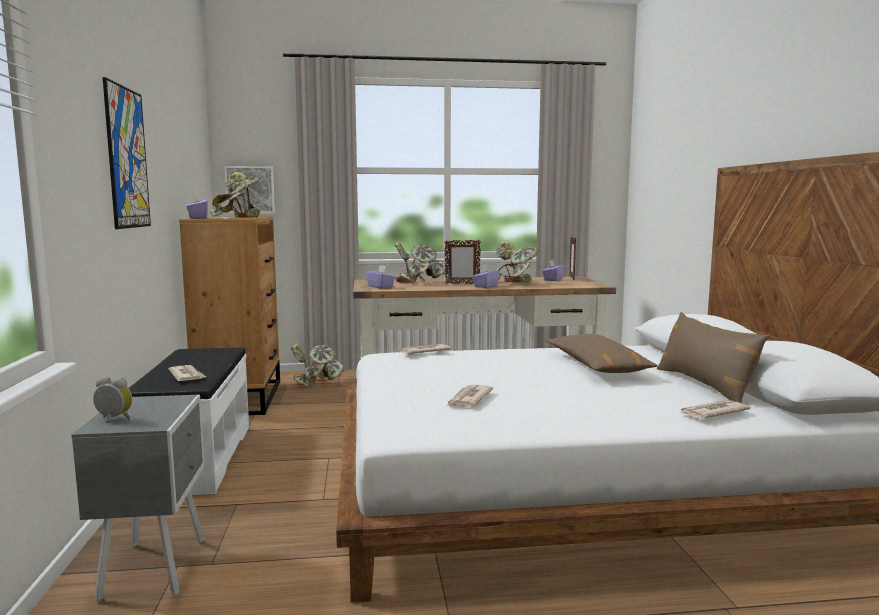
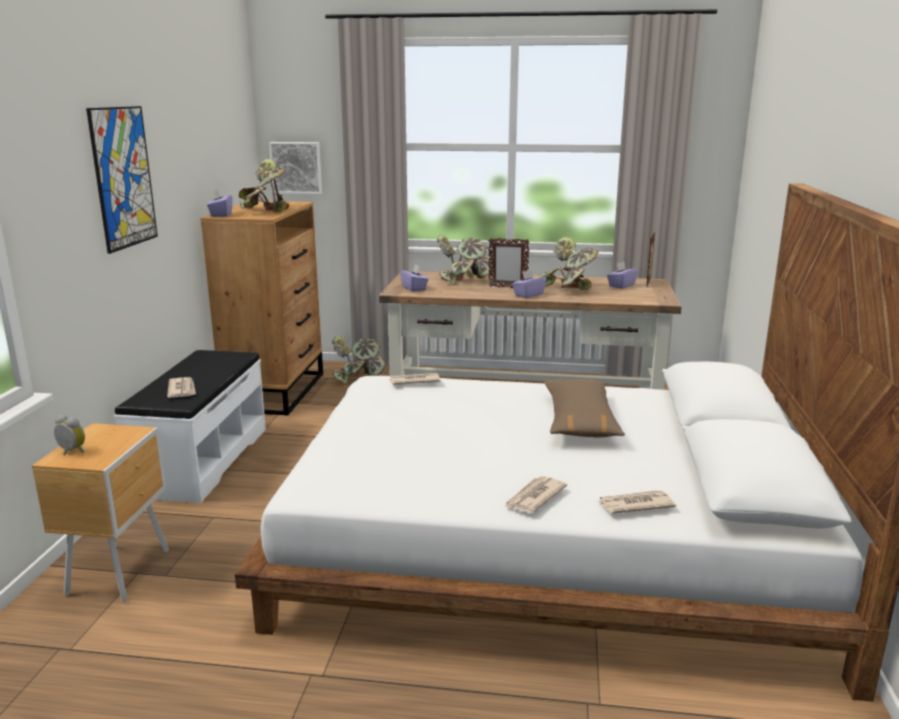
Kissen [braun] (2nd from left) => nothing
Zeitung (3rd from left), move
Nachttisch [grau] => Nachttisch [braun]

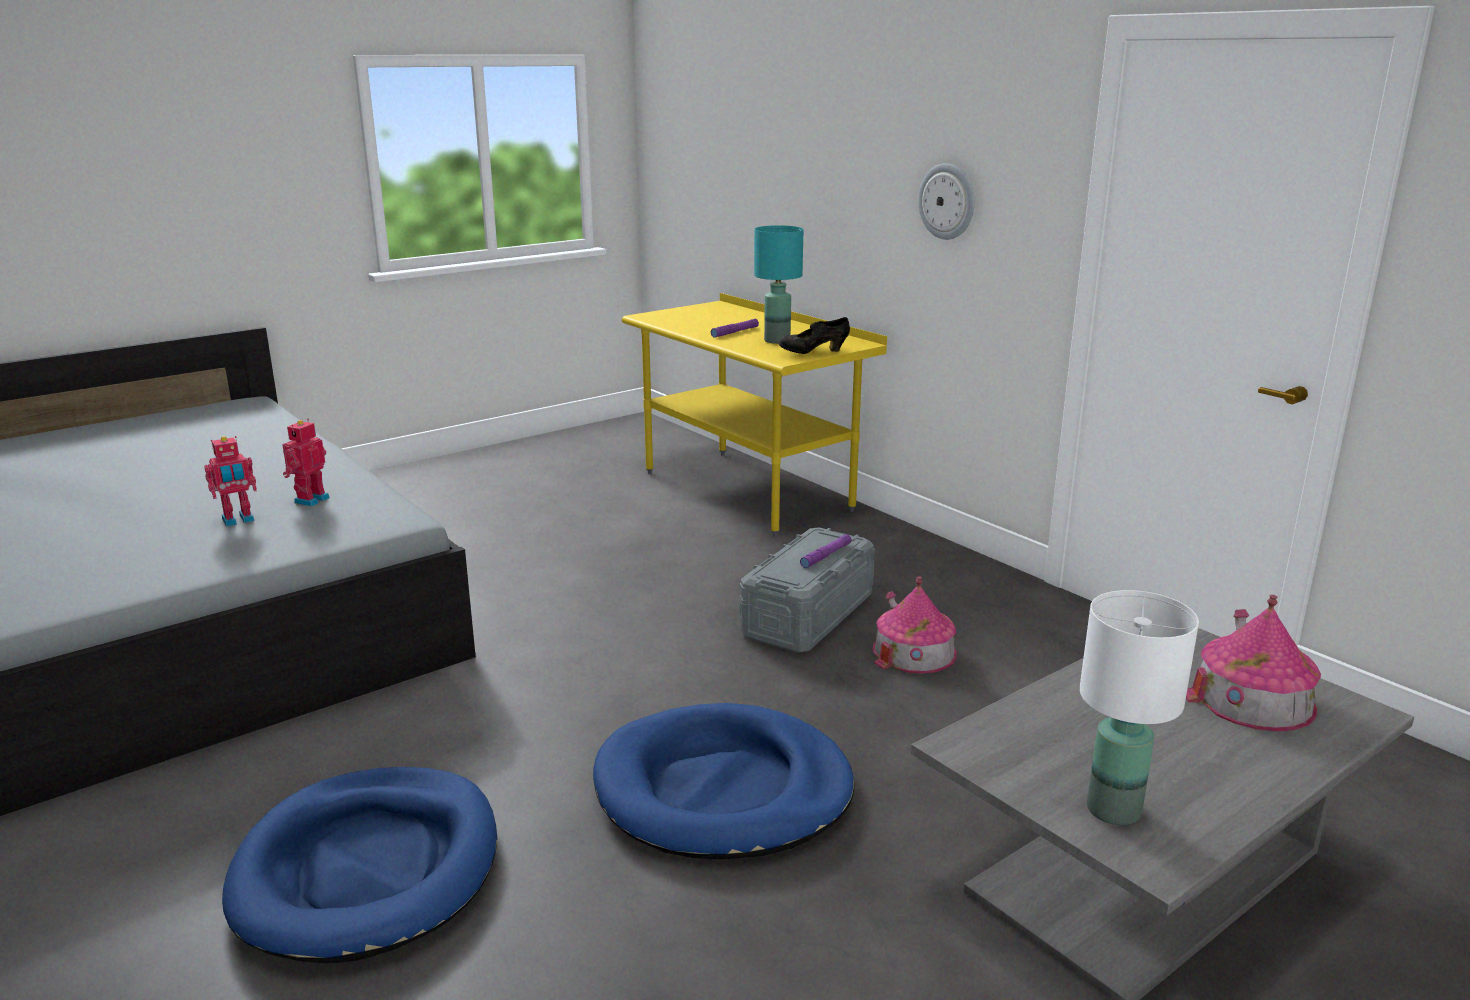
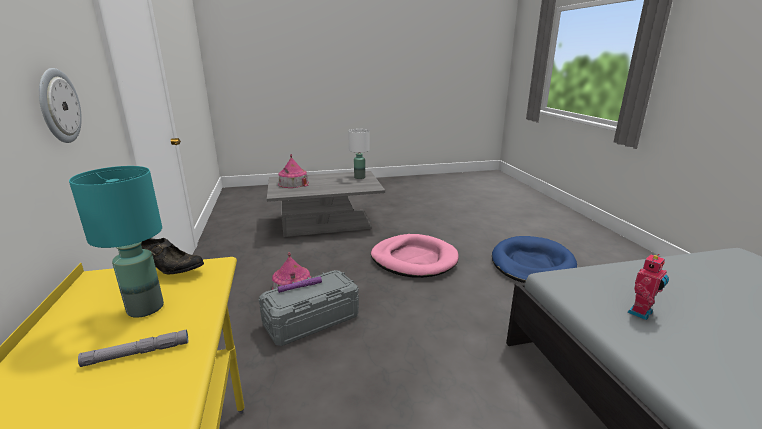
Taschenlampe [lila] (1st from left) => Taschenlampe [grau]
Spielzeugroboter (1st from left) => nothing
Hundebett [blau] (2nd from left) => Hundebett [rosa]

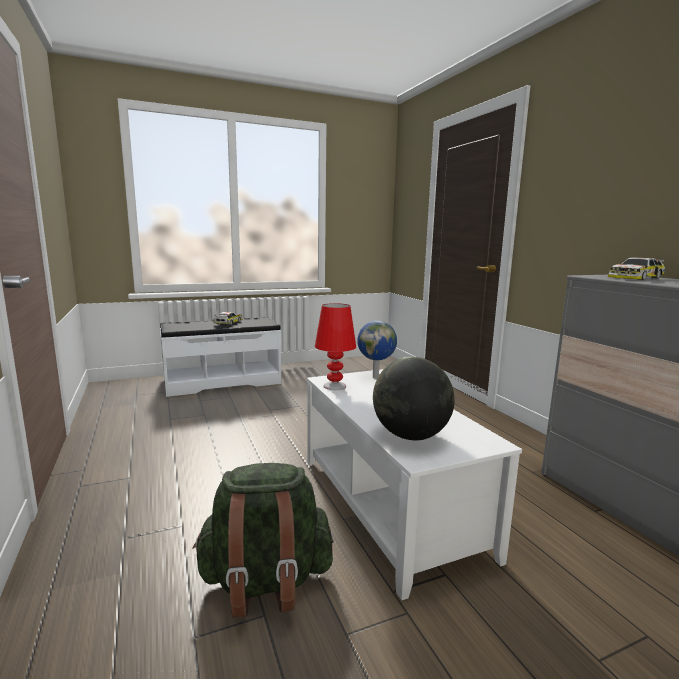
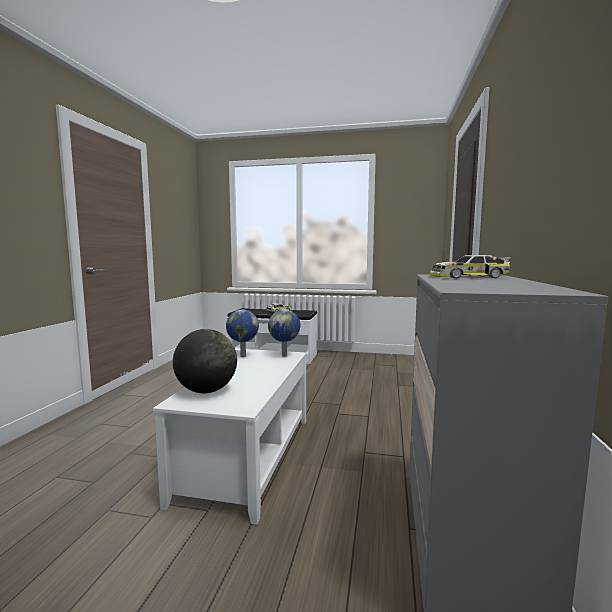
Tischlampe [rot] => Globus (2nd from left)
Rucksack [grün] => nothing

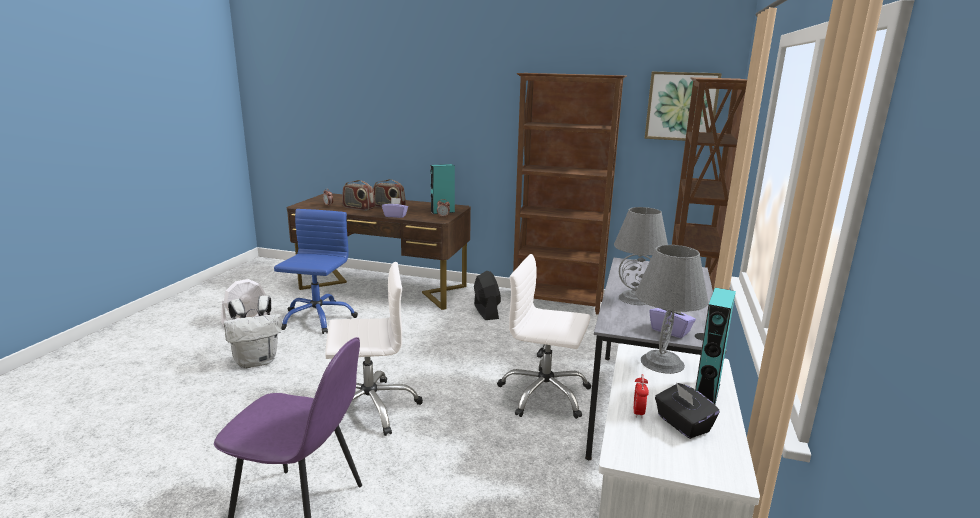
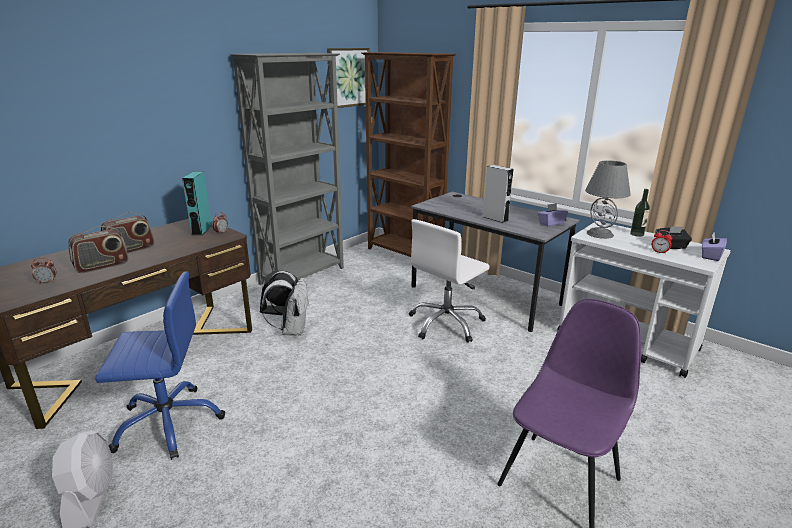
Bücherregal [braun] (1st from left) => Bücherregal [grau]
Taschentuchbox [lila] (1st from left in the first image) => Taschentuchbox [lila] (2nd from left), move
Tischlampe [grau] (1st from left) => Lautsprecher [grau]
Bürostuhl [blau], 135 degrees clockwise
Bürostuhl [weiß] (1st from left) => nothing
Lautsprecher [türkis] (2nd from left) => Flasche
Rucksack [weiß], move

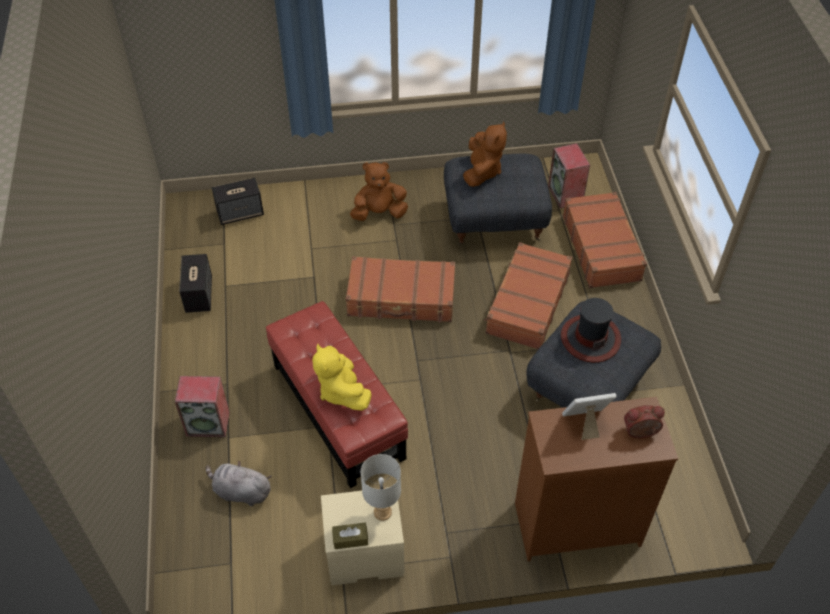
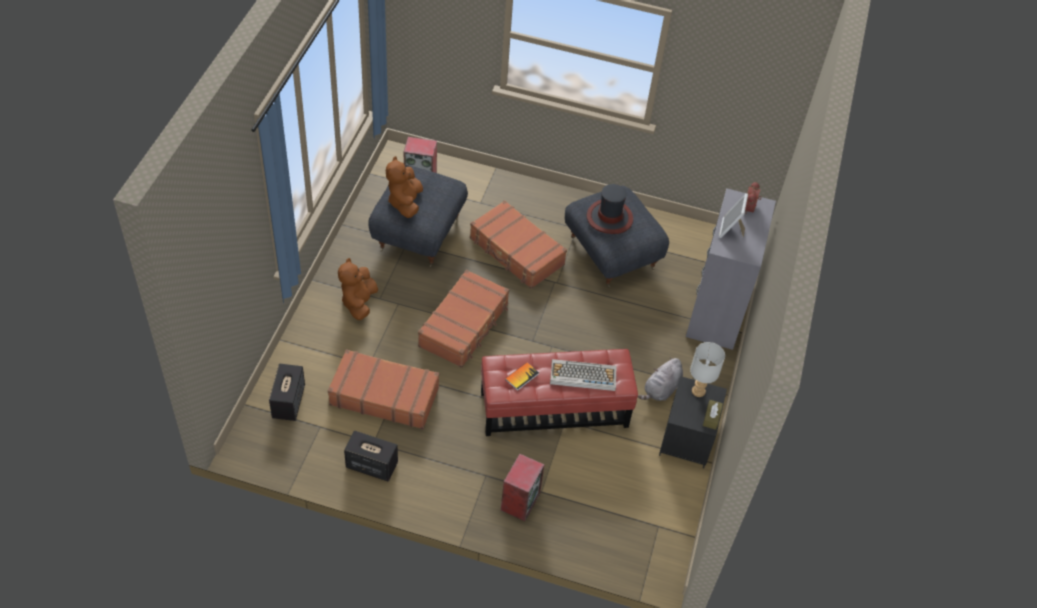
Plüschtier [braun] (2nd from left), 120 degrees counterclockwise
Koffer [braun] (3rd from left in the first image) => Koffer [braun] (1st from left), move
Plüschtier [gelb] => Tastatur
Kommode [braun] => Kommode [grau]
Plüschtier [grau], move
Nachttisch [beige] => Nachttisch [schwarz]
nothing => Buch

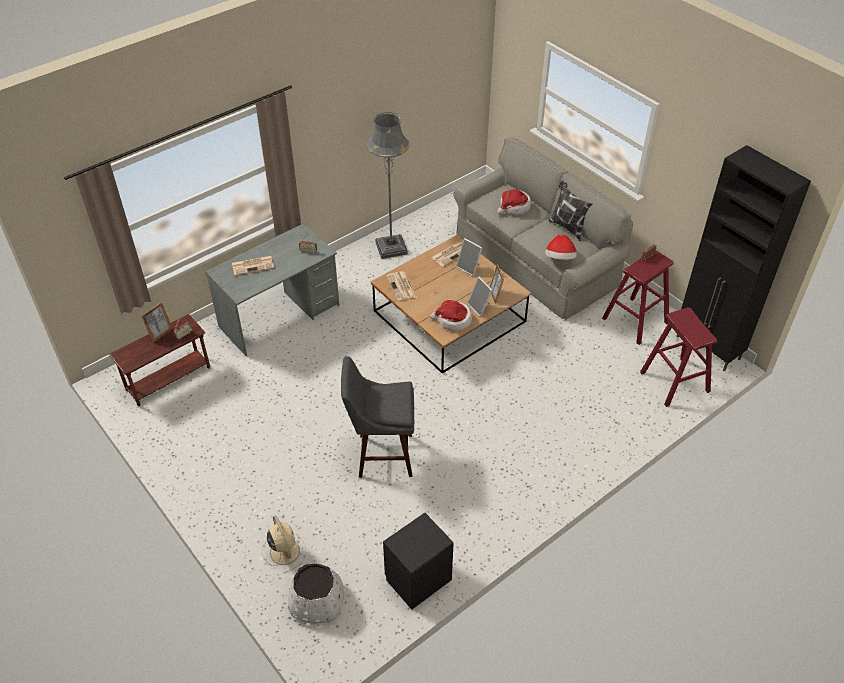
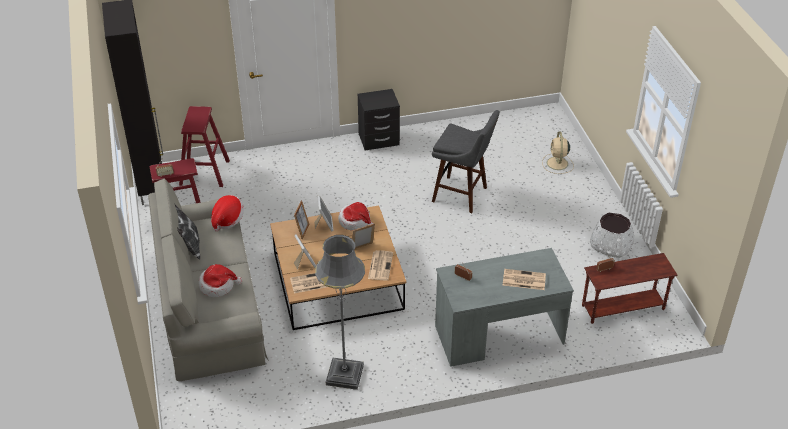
Bilderrahmen (1st from left in the first image) => Bilderrahmen (4th from left), move
Nachttisch [schwarz], move
Pflanzkübel [weiß], move

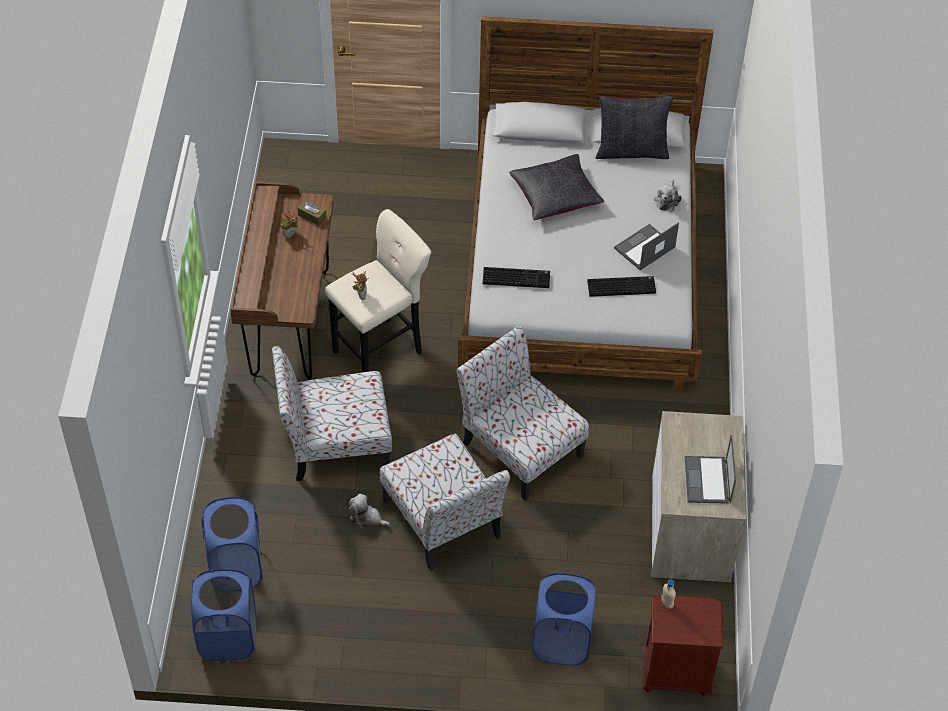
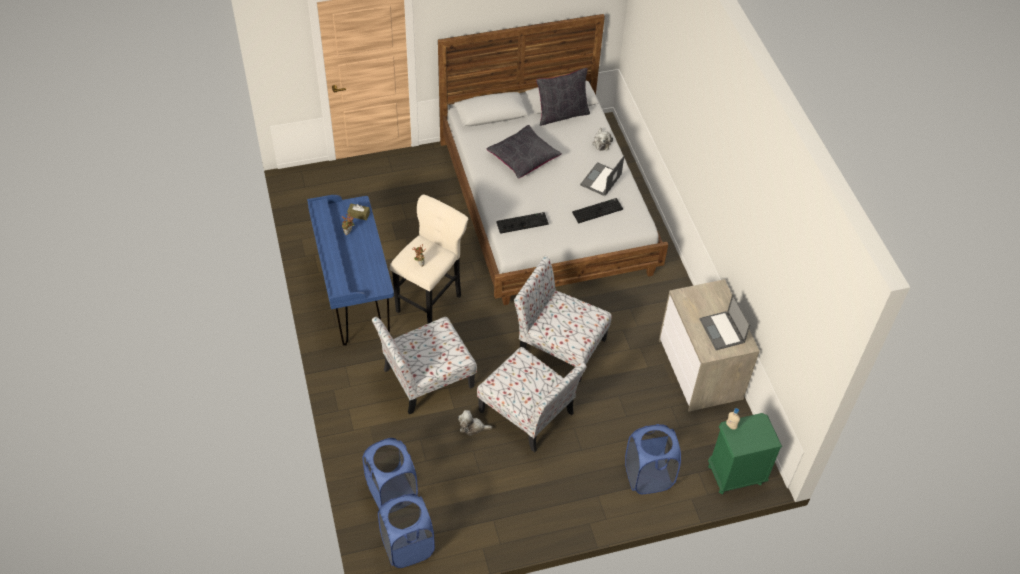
Schreibtisch [braun] => Schreibtisch [blau]
Nachttisch [braun] => Nachttisch [grün]

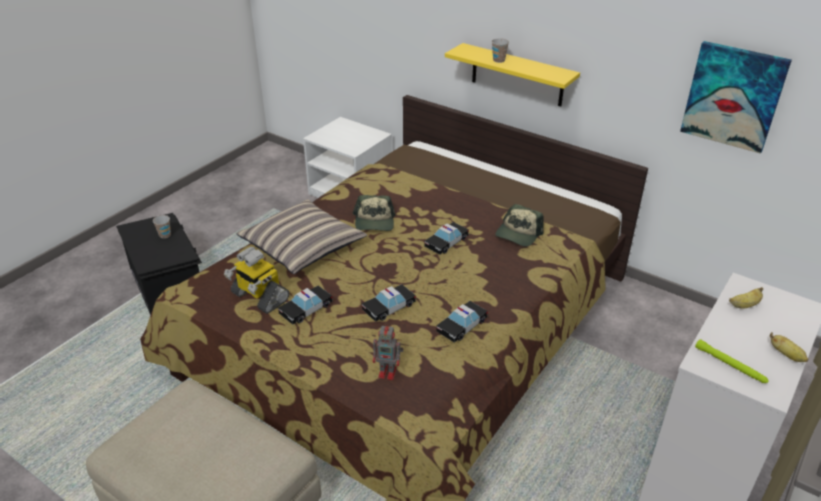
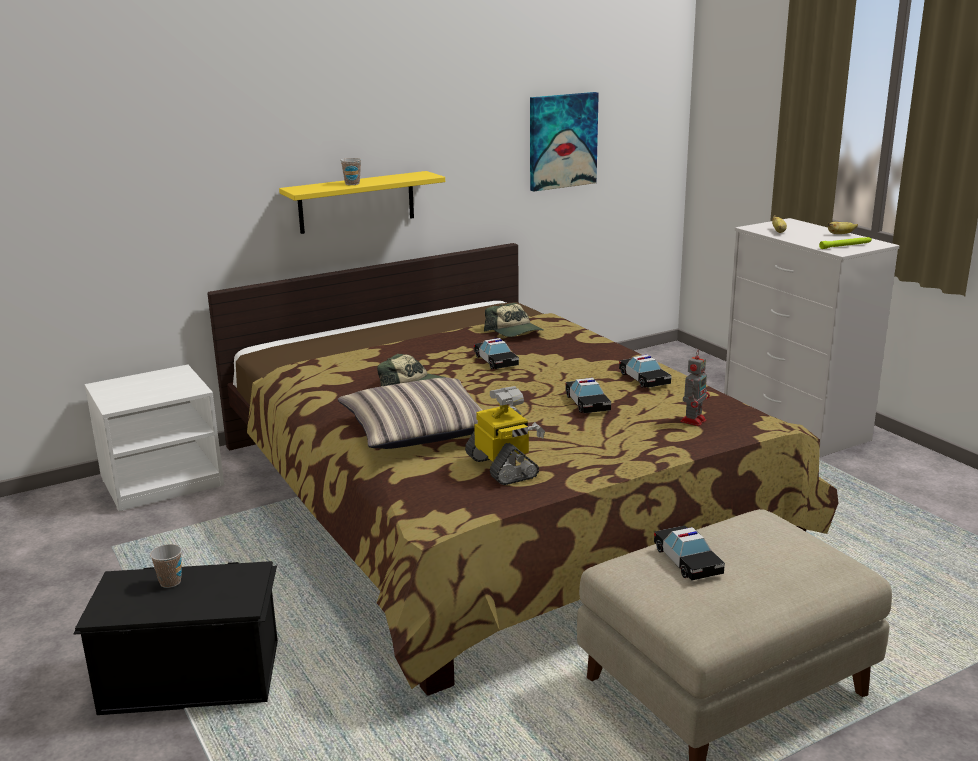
Spielzeugroboter (1st from left), 90 degrees counterclockwise
Spielzeugauto (1st from left in the first image) => Spielzeugauto (4th from left), move

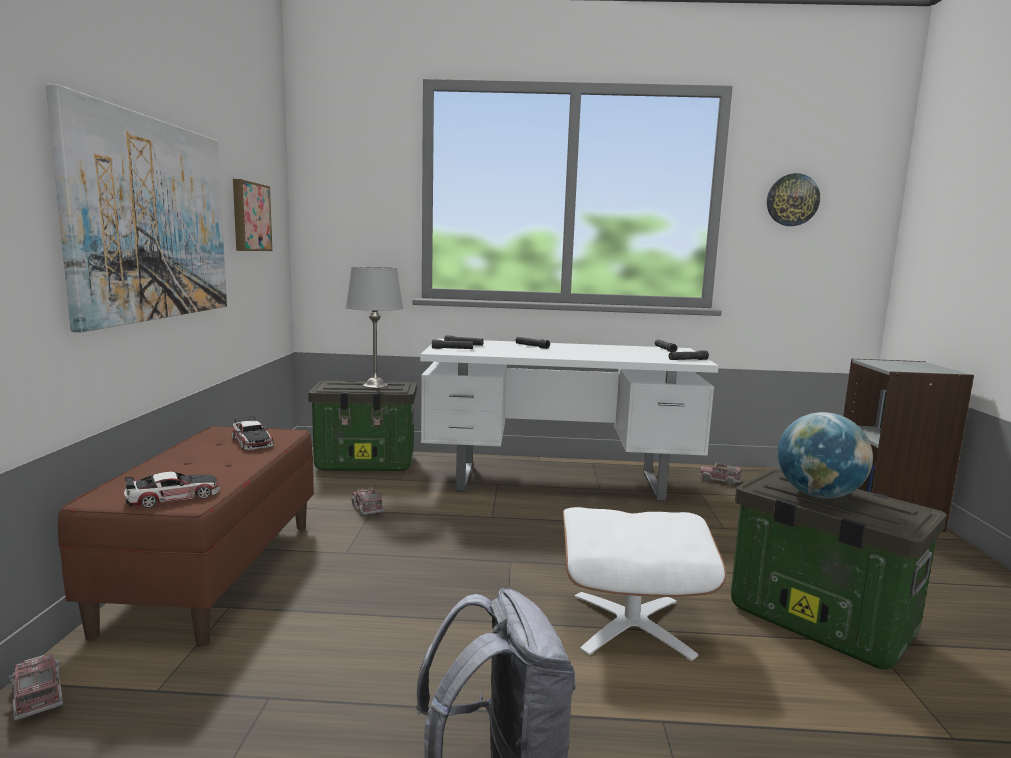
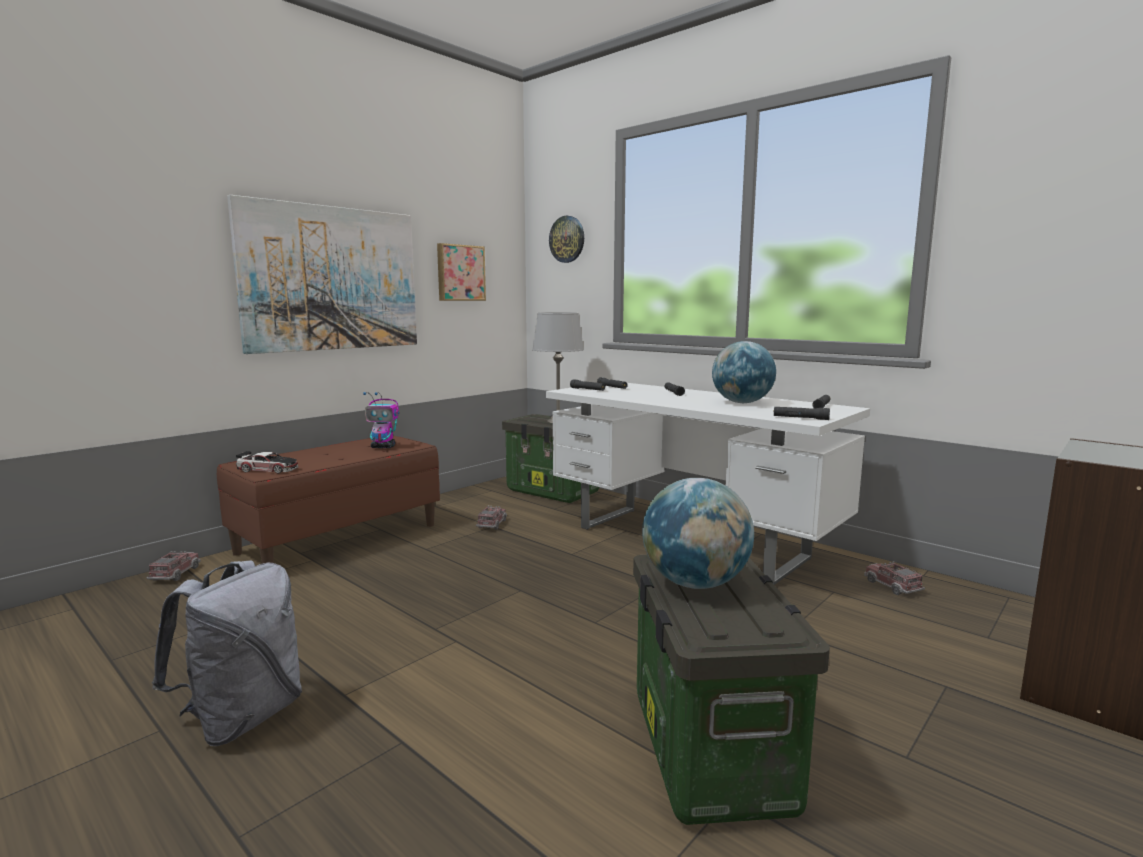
Wanduhr, move
Spielzeugauto (2nd from left) => Spielzeugroboter
Polsterhocker [weiß] => nothing
nothing => Globus (2nd from left)

